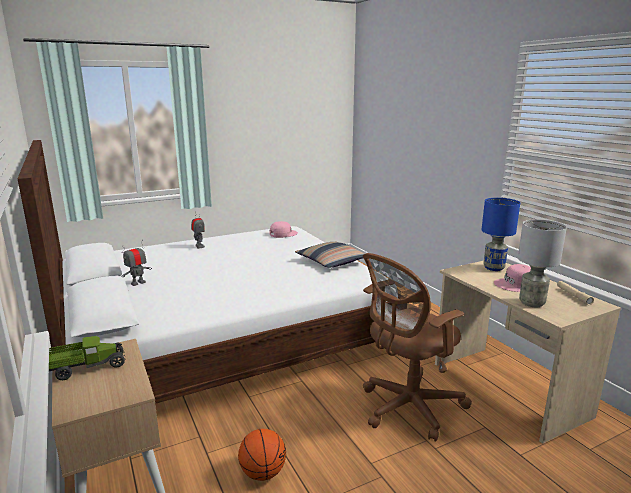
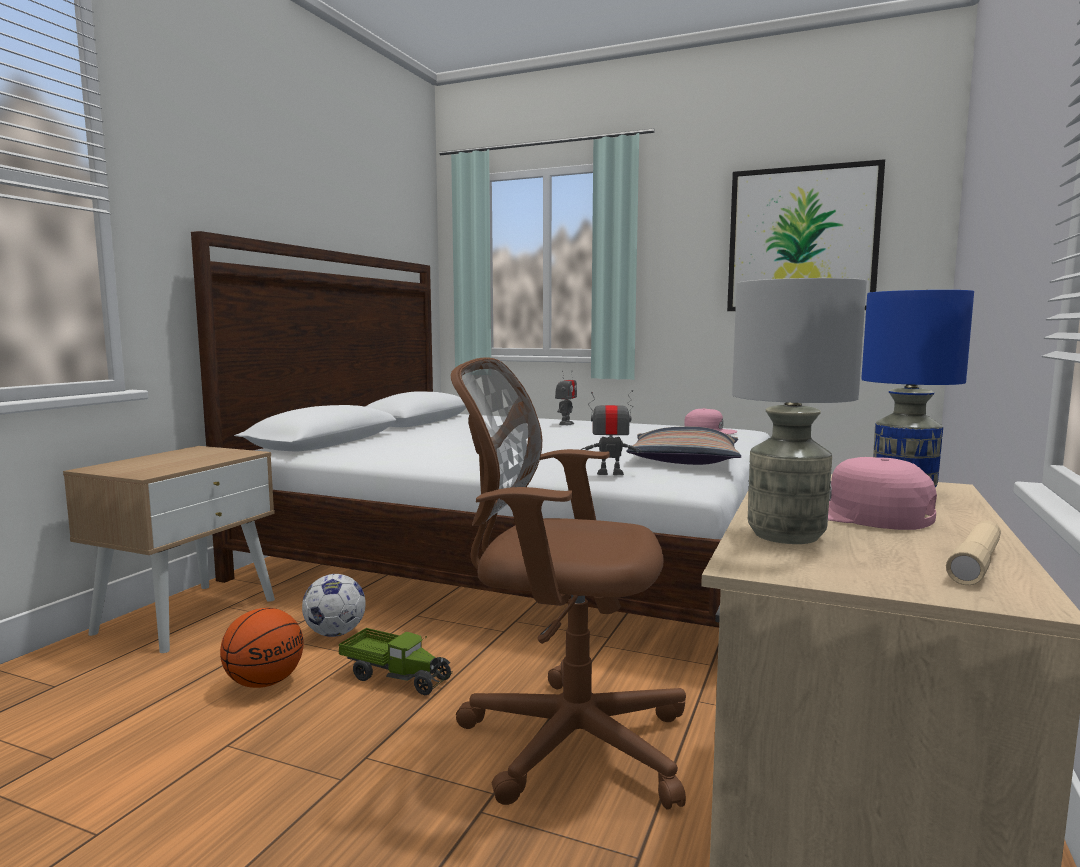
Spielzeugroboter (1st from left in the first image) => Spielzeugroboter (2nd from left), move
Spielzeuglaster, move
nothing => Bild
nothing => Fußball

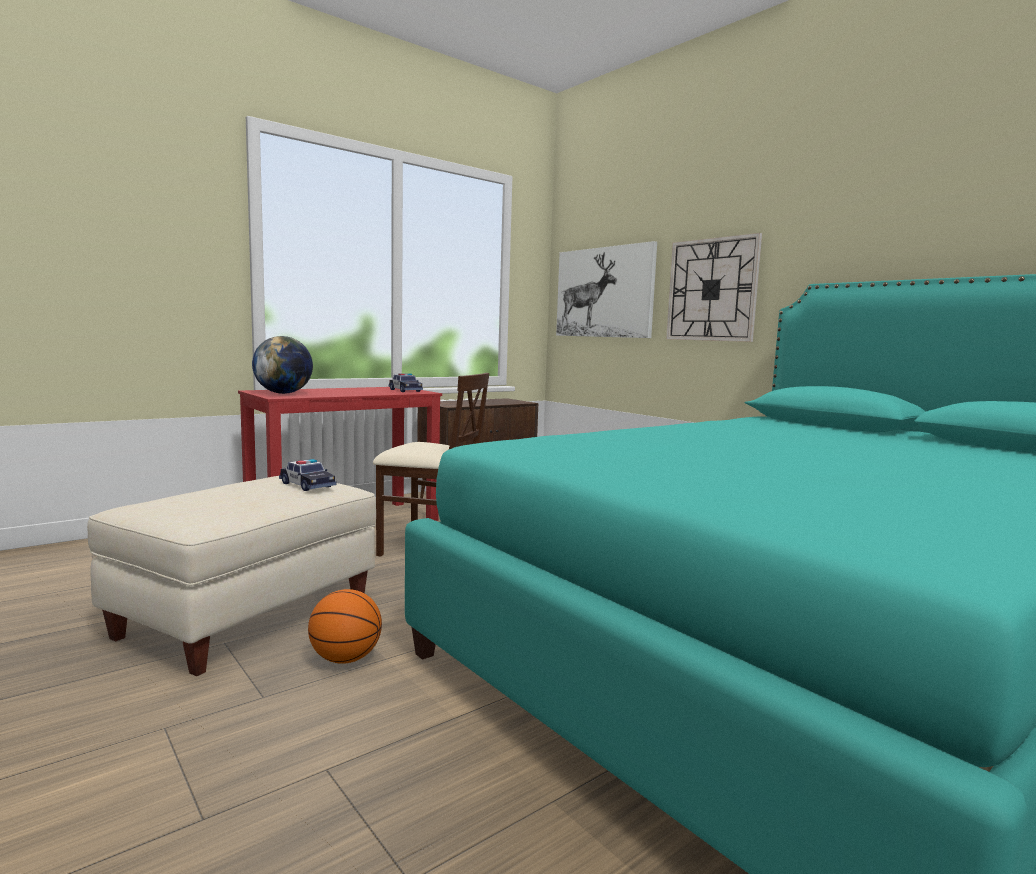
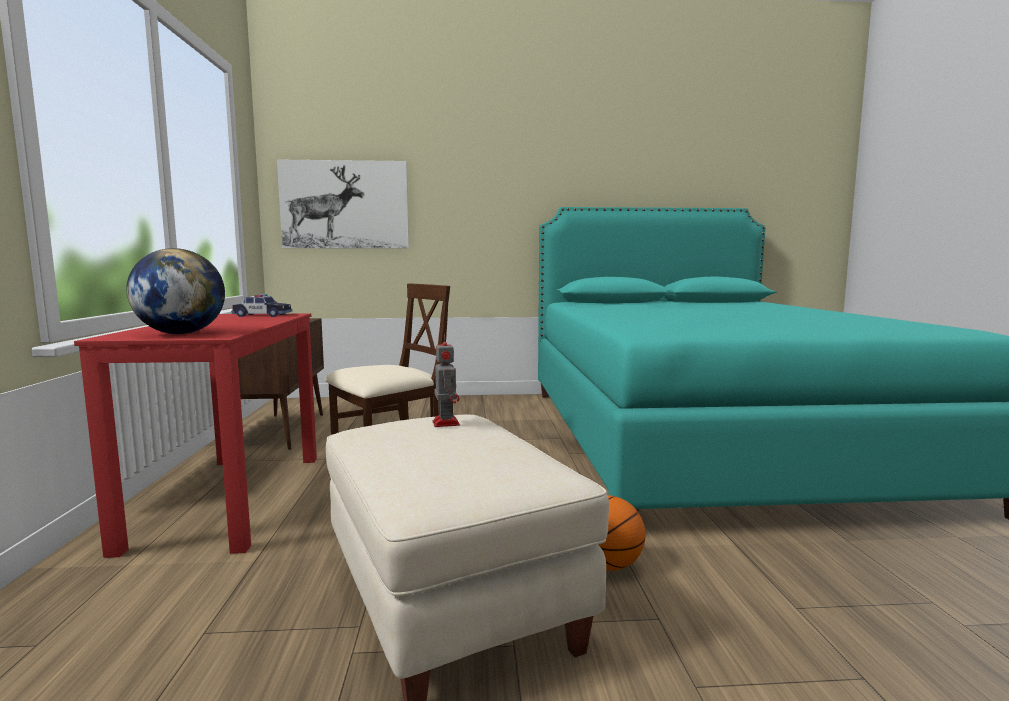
Wanduhr => nothing
Spielzeugauto (1st from left) => Spielzeugroboter

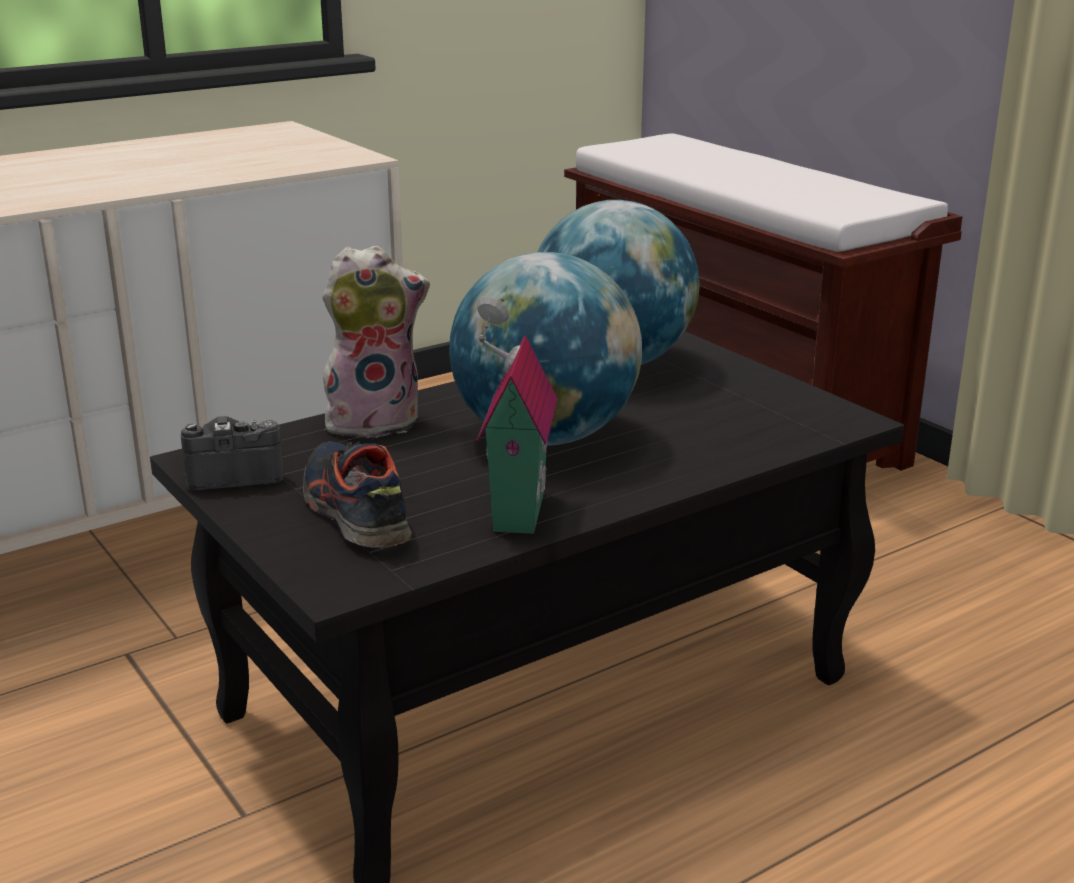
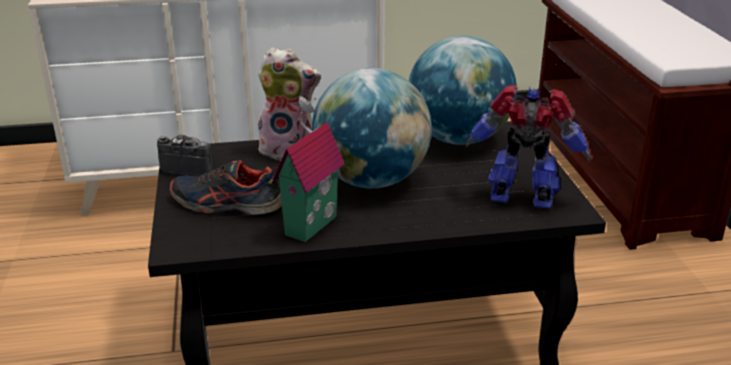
Schuh, 75 degrees counterclockwise
nothing => Spielzeugroboter

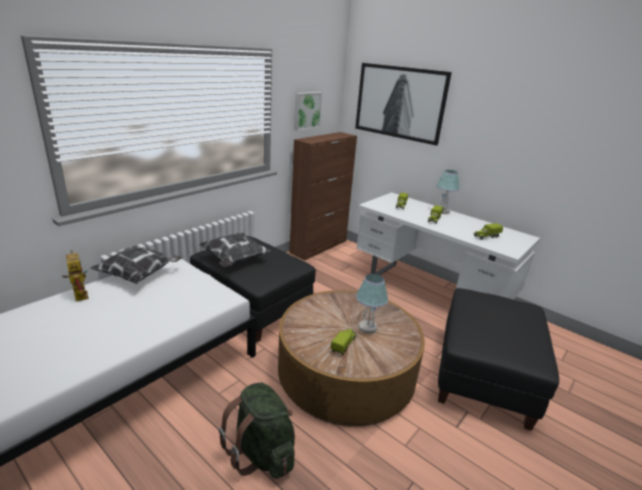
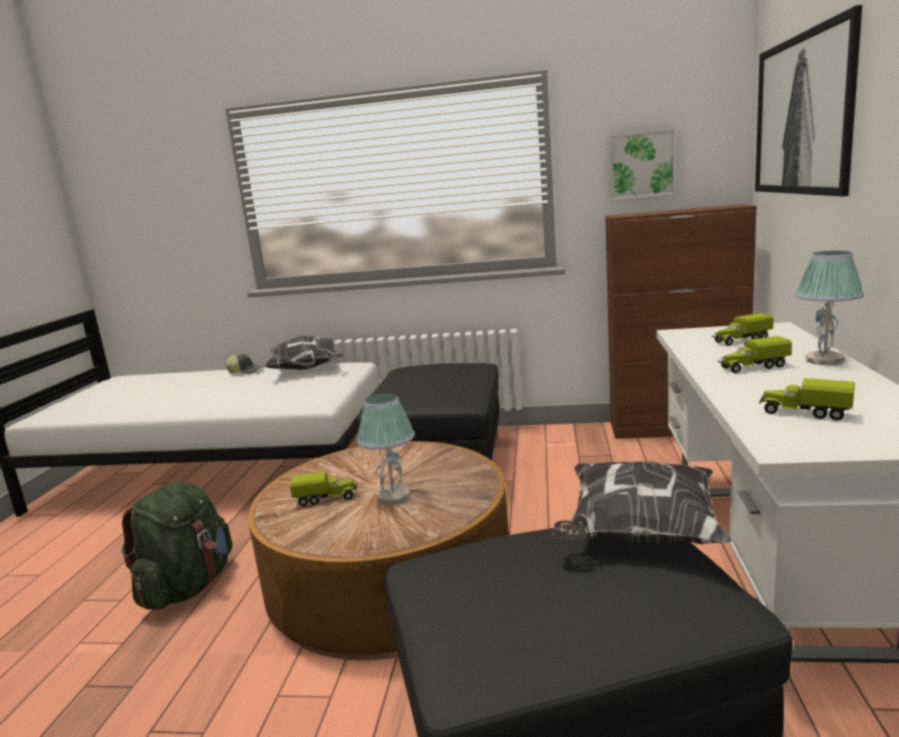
Kissen (2nd from left), move
Spielzeugroboter => Kappe

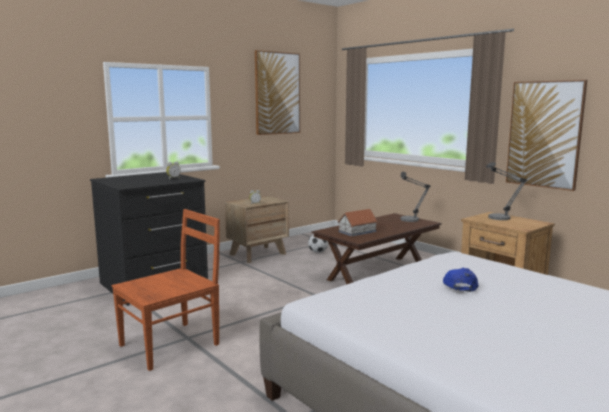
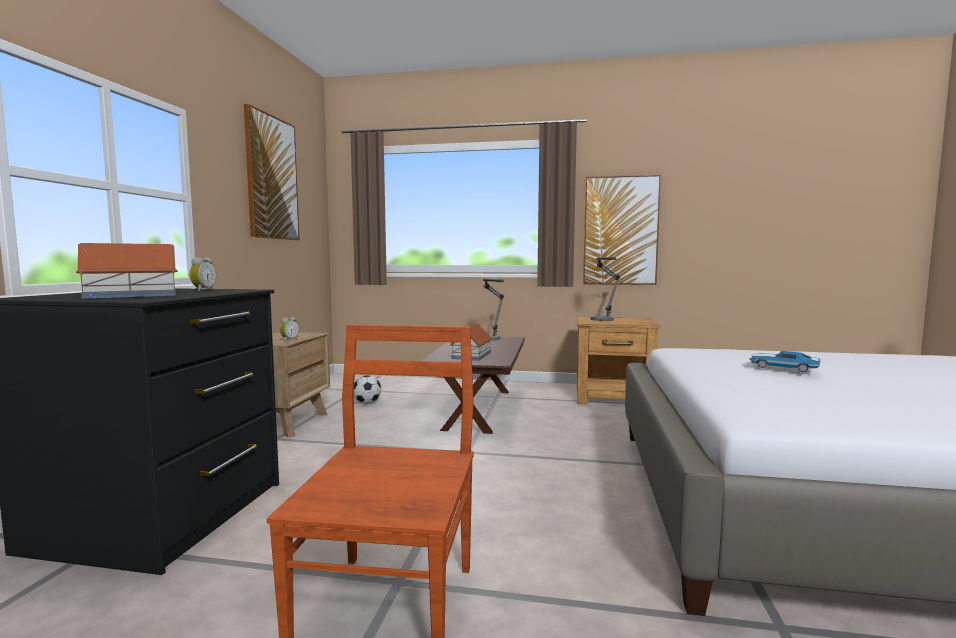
Kappe [blau] => Spielzeugauto
nothing => Spielzeughaus (1st from left)

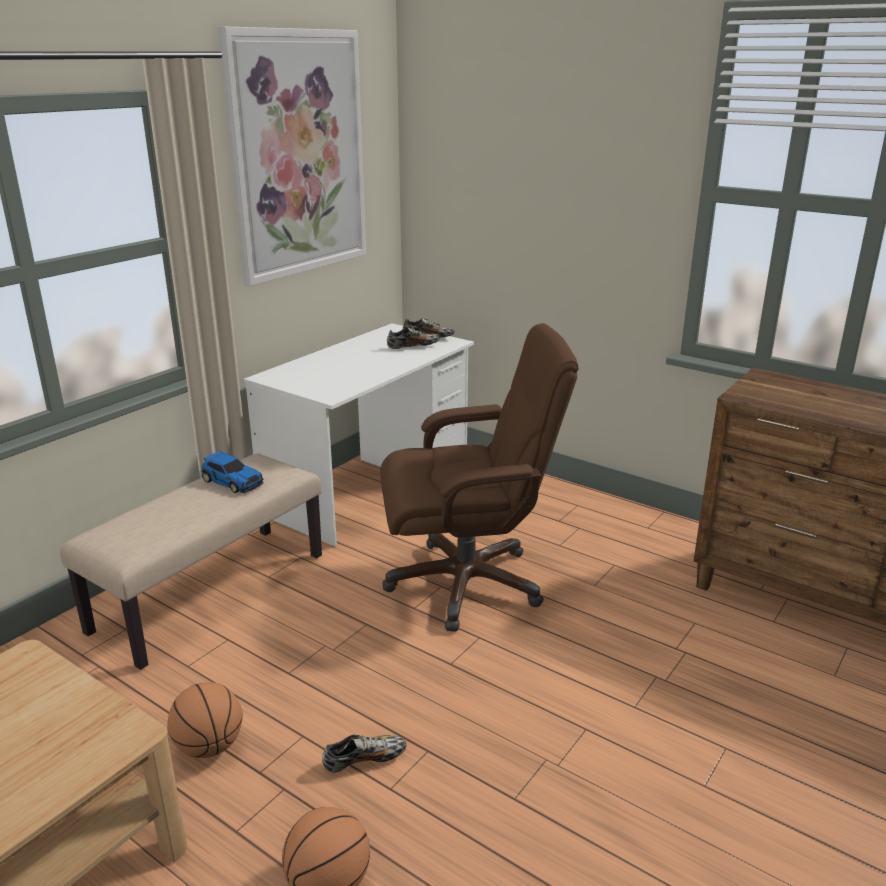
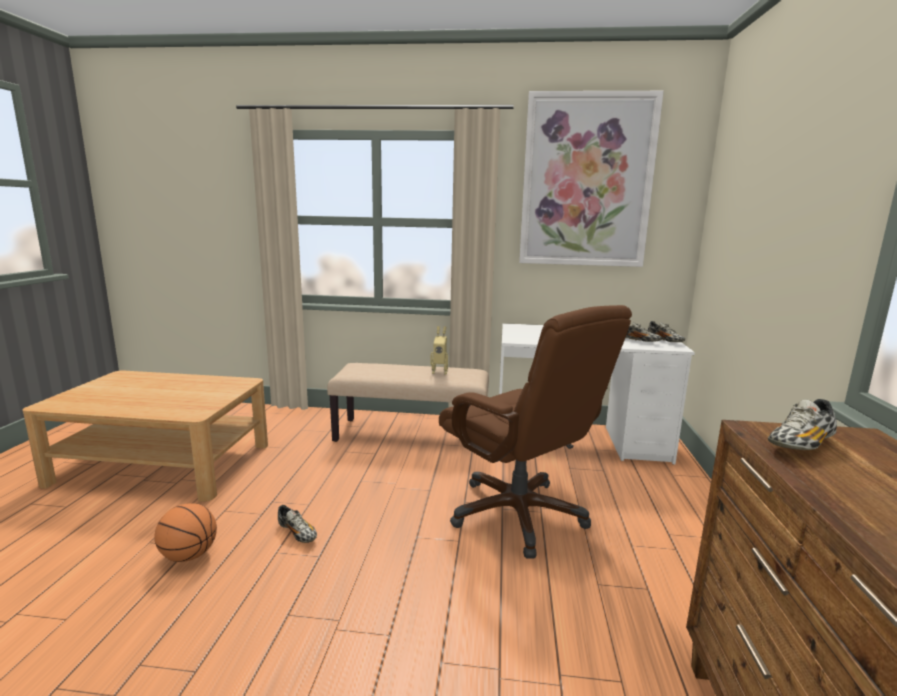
Spielzeugauto => Spielzeugroboter
Basketball (1st from left) => nothing
nothing => Schuh (4th from left)

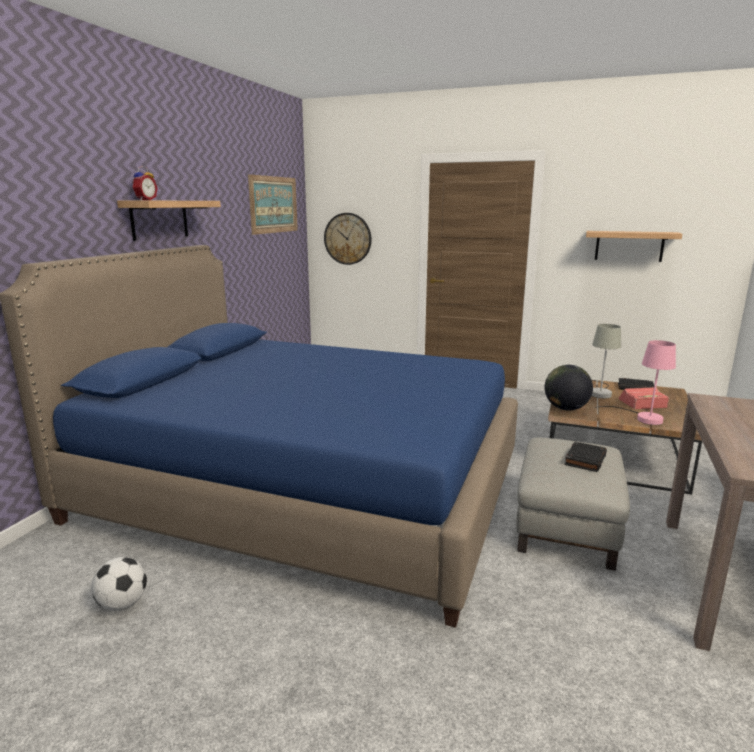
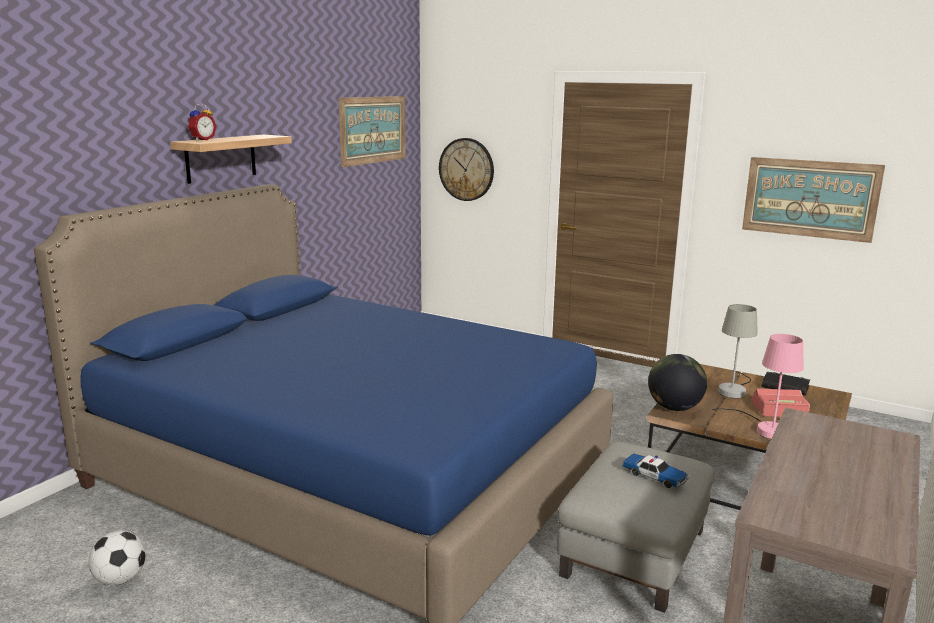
Wandregal (2nd from left) => Bild (2nd from left)
Buch [schwarz] (1st from left) => Spielzeugauto

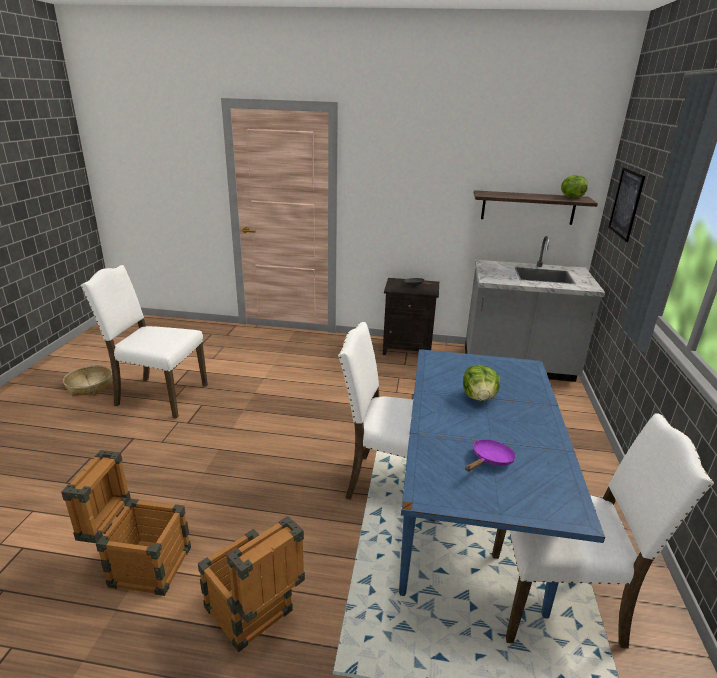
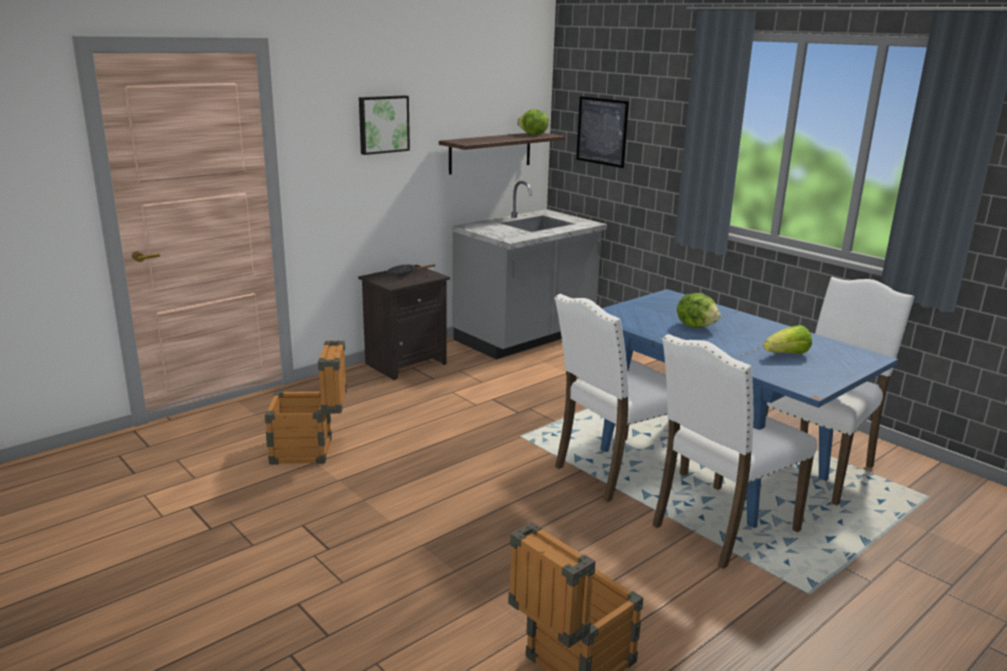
Stuhl [weiß] (1st from left in the first image) => Stuhl [weiß] (2nd from left), move
Korb => nothing
Pfanne [lila] => Salatkopf (3rd from left)
Kiste (2nd from left in the first image) => Kiste (1st from left), move
nothing => Bild (1st from left)

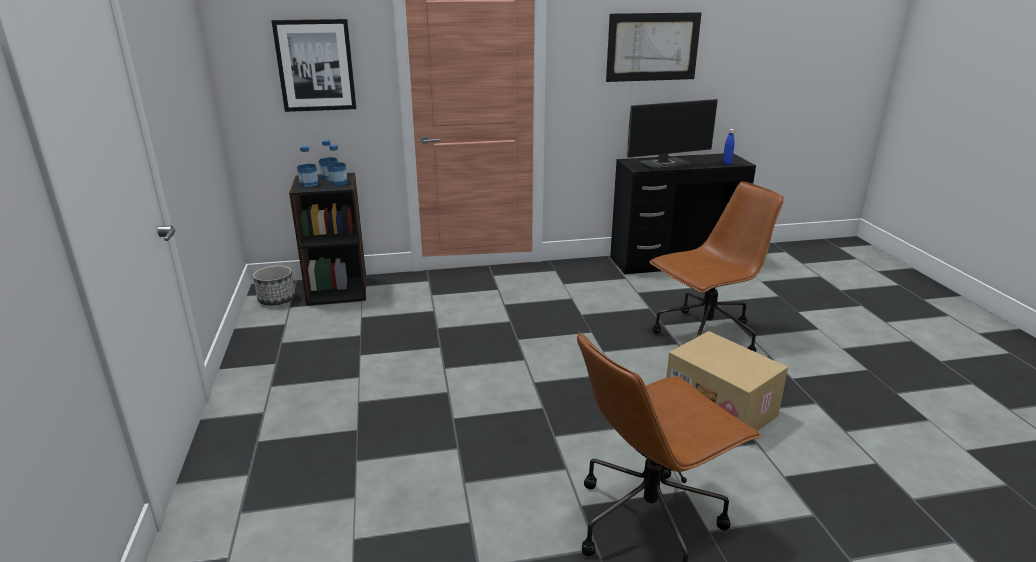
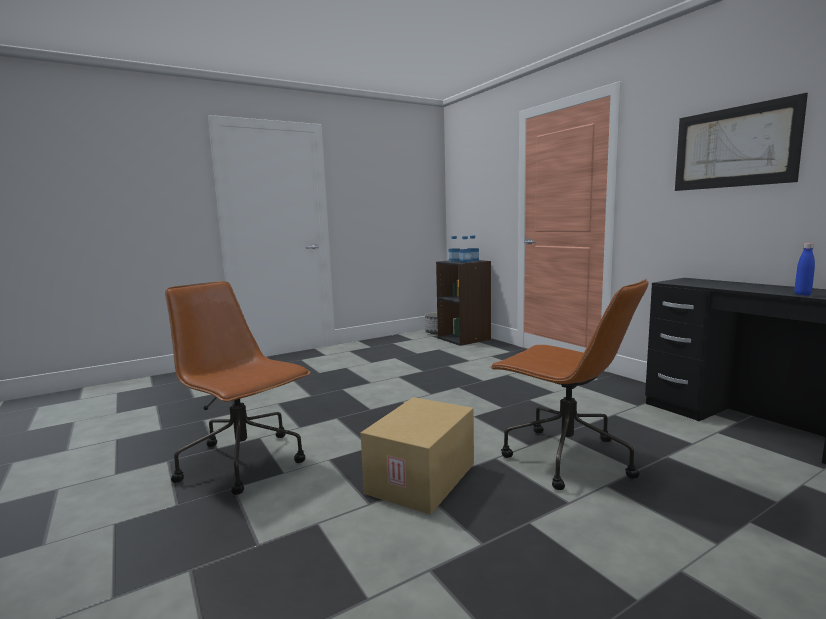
Bild (1st from left) => nothing
Monitor => nothing

